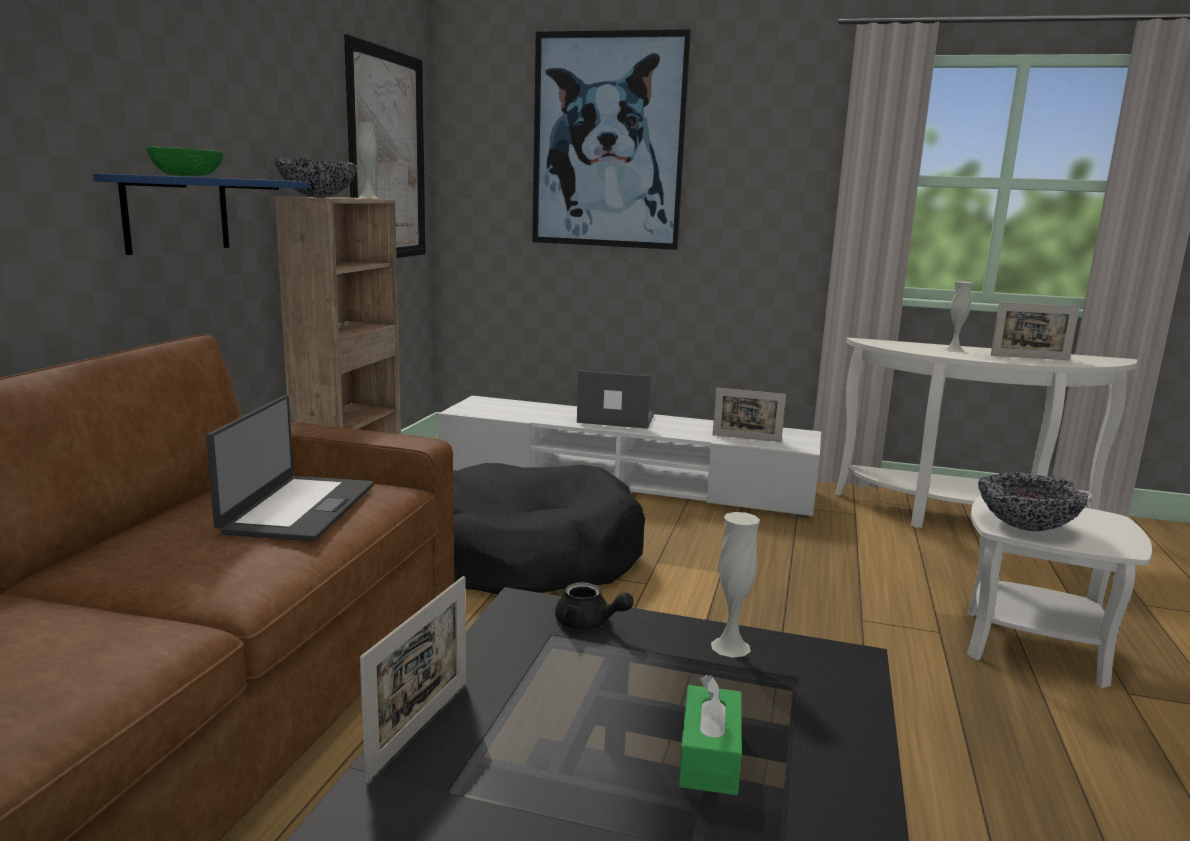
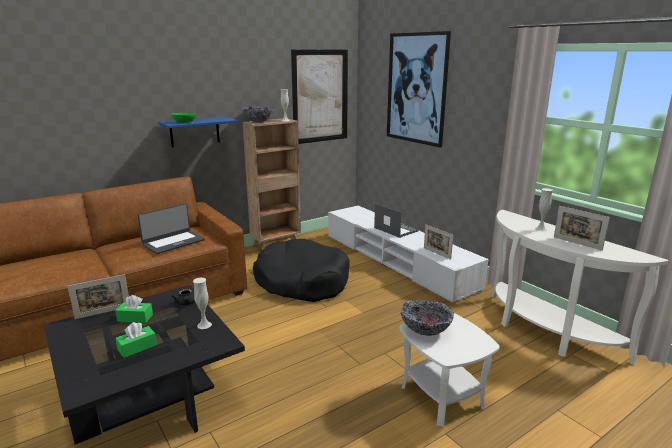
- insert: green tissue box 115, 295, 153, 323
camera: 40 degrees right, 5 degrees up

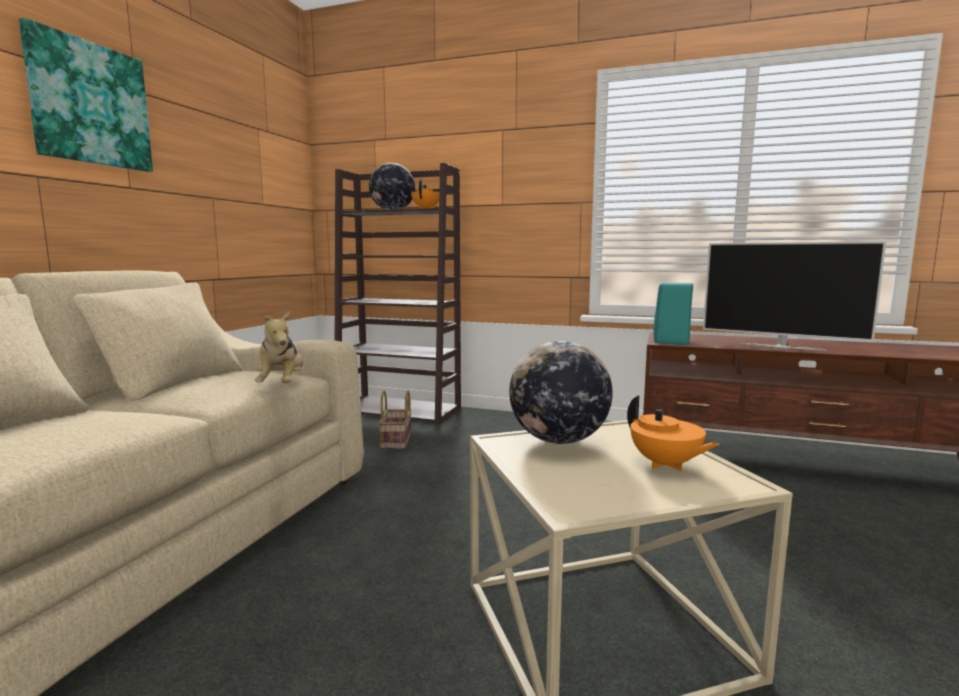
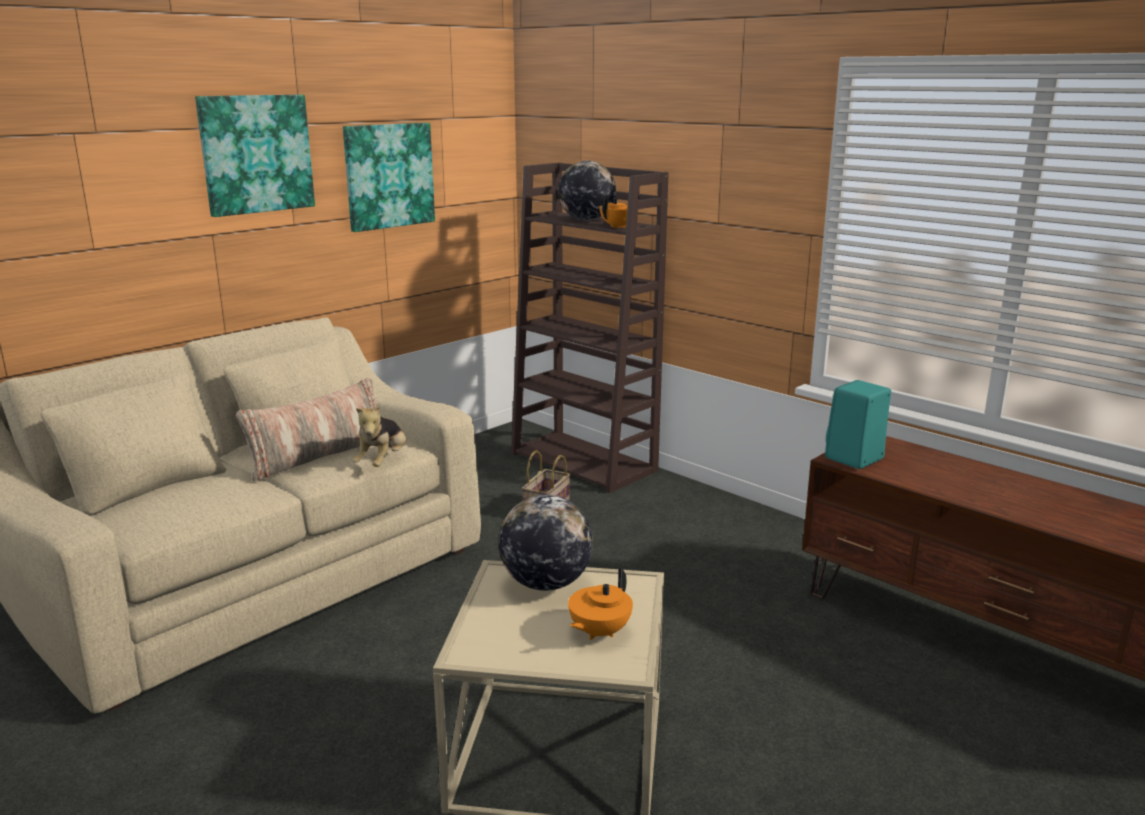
- insert: pillow 236, 378, 376, 481
- insert: picture 343, 123, 435, 232
- rotate: orange teapot 627, 396, 720, 471 = 568, 568, 633, 640 45 degrees clockwise
- delete: television 703, 241, 886, 351
camera: 25 degrees right, 10 degrees up

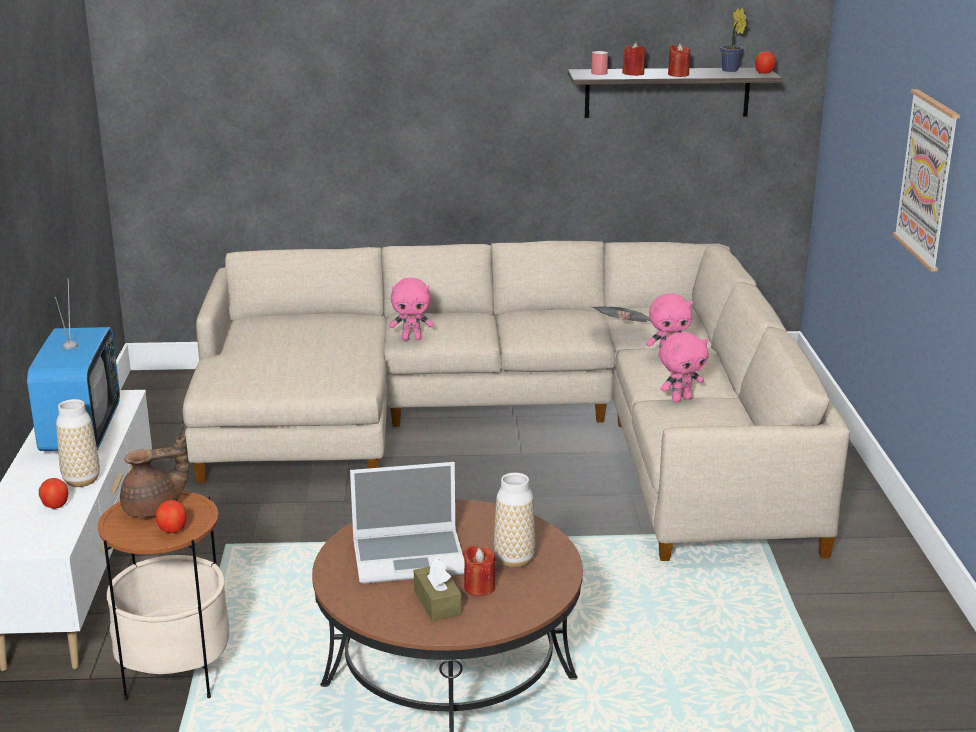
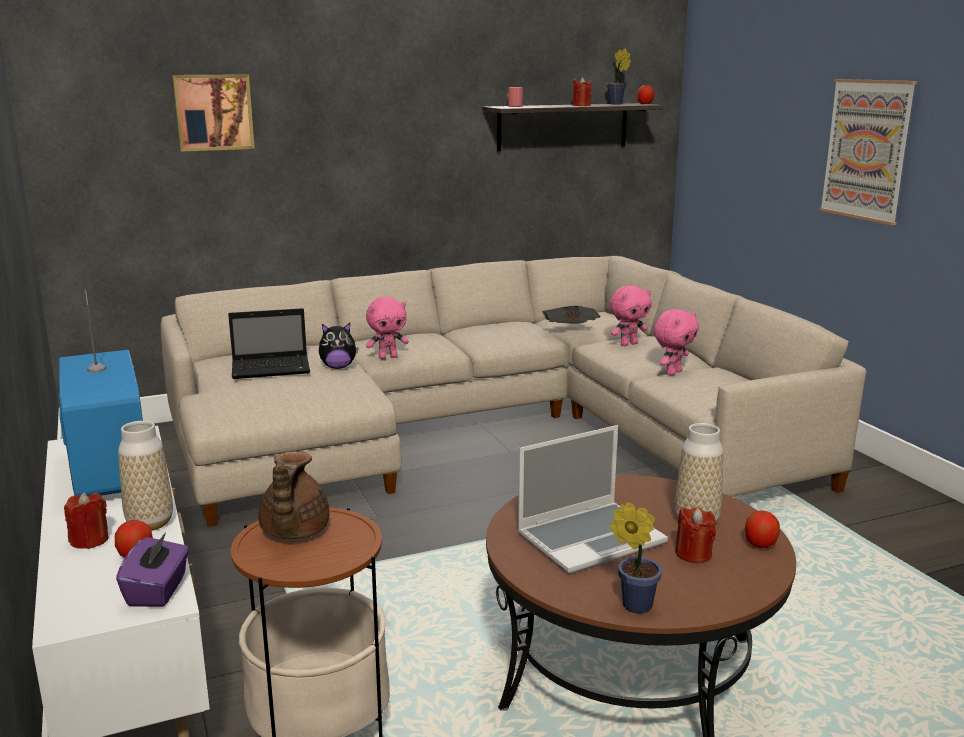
- move: red candle 622, 42, 646, 76 to 64, 492, 108, 549
- insert: purple tissue box 116, 532, 189, 607
- insert: picture 172, 74, 255, 152
- insert: laptop 228, 308, 310, 379
- rotate: brown teapot 120, 434, 189, 517 = 258, 451, 330, 539 135 degrees clockwise
- insert: plush toy 319, 323, 359, 369
- insert: potted plant 610, 502, 662, 613
- move: apple 156, 500, 187, 533 to 745, 510, 780, 548
- delete: brown tissue box 414, 558, 462, 621
camera: 20 degrees left, 5 degrees down

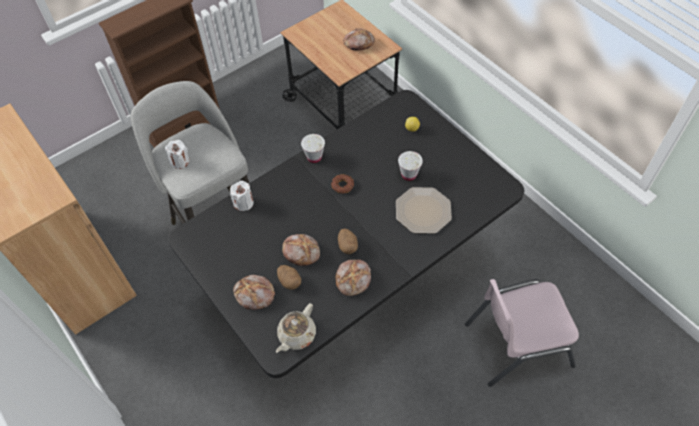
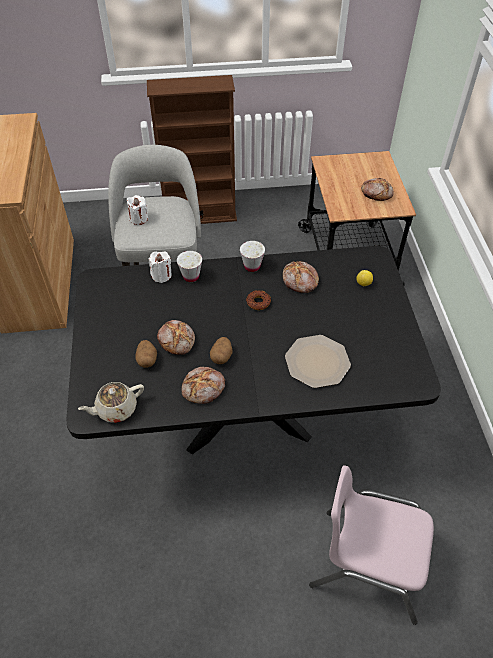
- move: white cup 398, 151, 423, 181 to 177, 251, 202, 282
- move: bread 233, 275, 275, 310 to 283, 261, 319, 293
camera: 30 degrees right, 5 degrees down

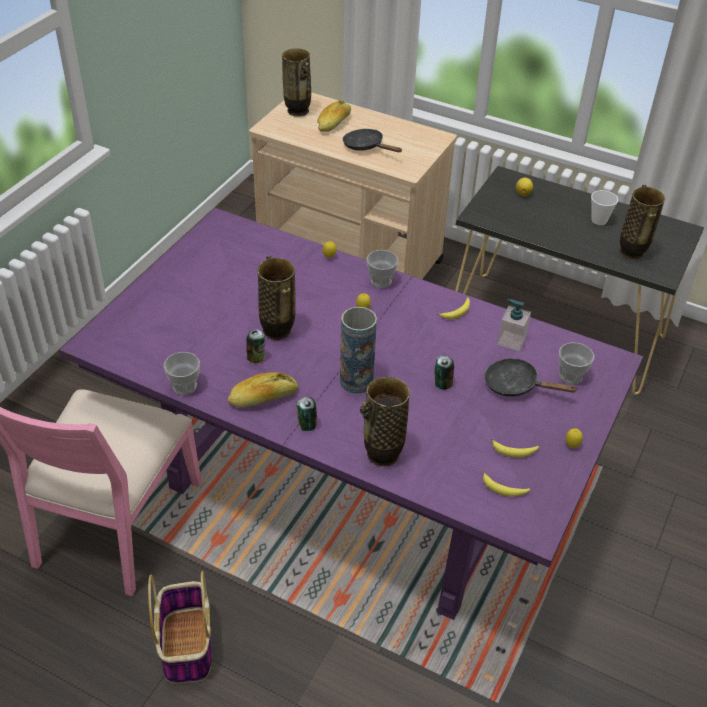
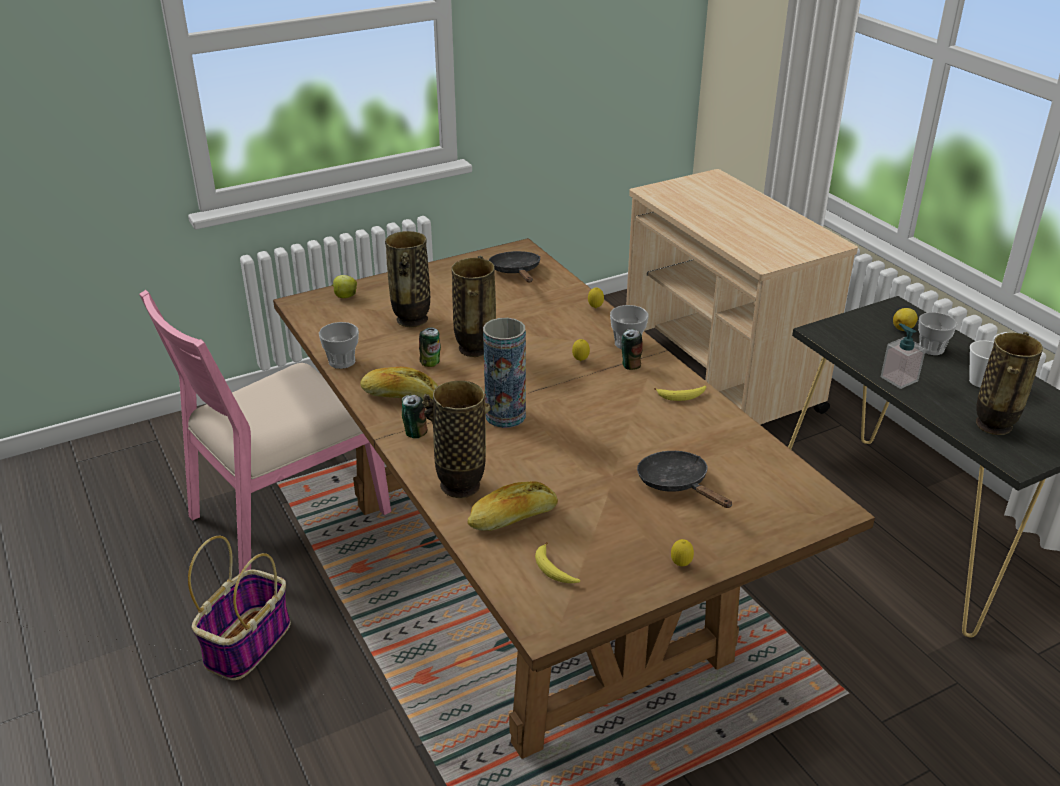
- recolor: purple dining table 59, 208, 643, 620 to brown dining table 273, 238, 875, 759
- insert: apple 331, 275, 357, 298
- move: vase 282, 48, 311, 117 to 385, 231, 430, 327
- move: bread 317, 100, 351, 132 to 468, 481, 558, 531
- move: black frying pan 343, 129, 402, 152 to 489, 251, 540, 282
- move: can 434, 356, 454, 390 to 621, 329, 643, 370
- move: soap dispenser 497, 299, 531, 351 to 881, 323, 926, 389
- move: cup 559, 342, 594, 385 to 918, 312, 957, 355
- delete: banana 491, 438, 539, 458
camera: 35 degrees right, 10 degrees down

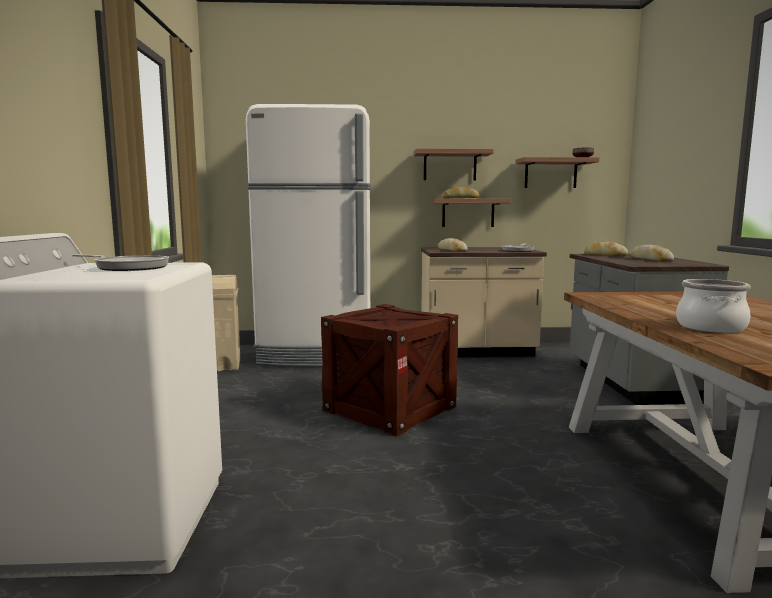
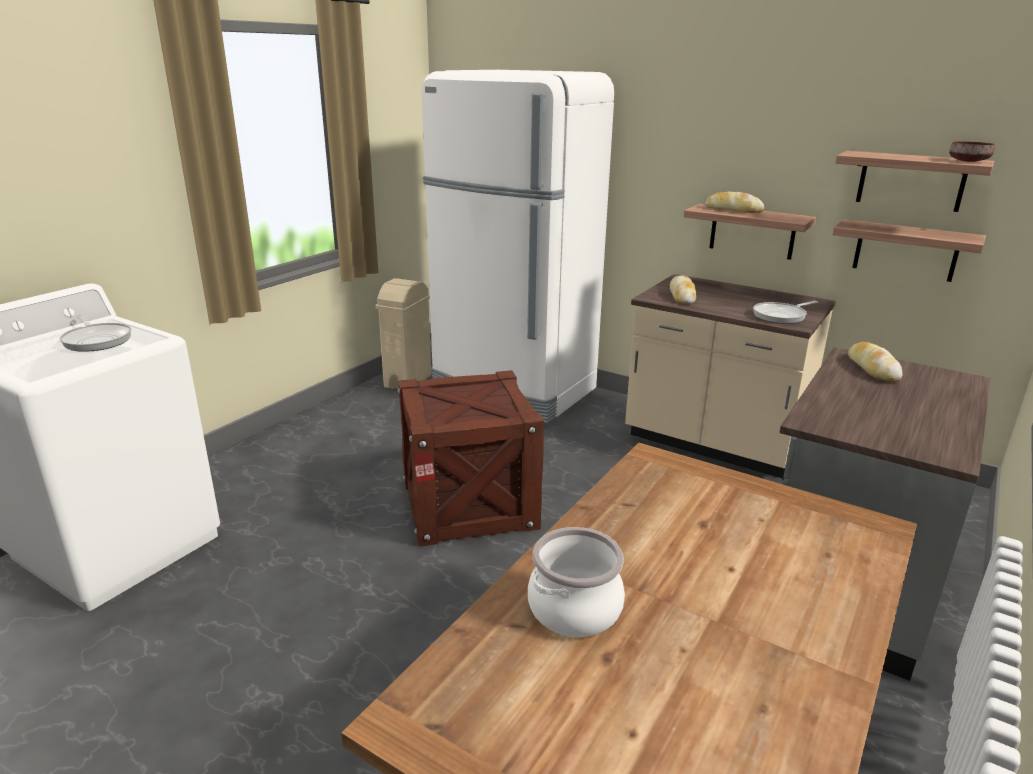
- move: shelf 414, 148, 494, 180 to 832, 219, 986, 282
- delete: bread 630, 245, 674, 262
camera: 35 degrees right, 15 degrees up

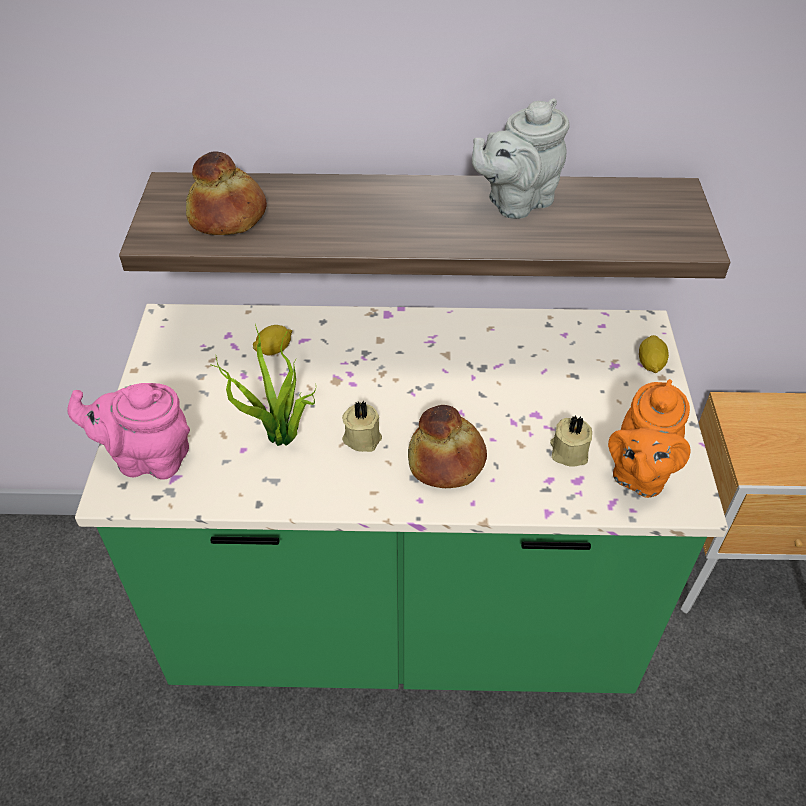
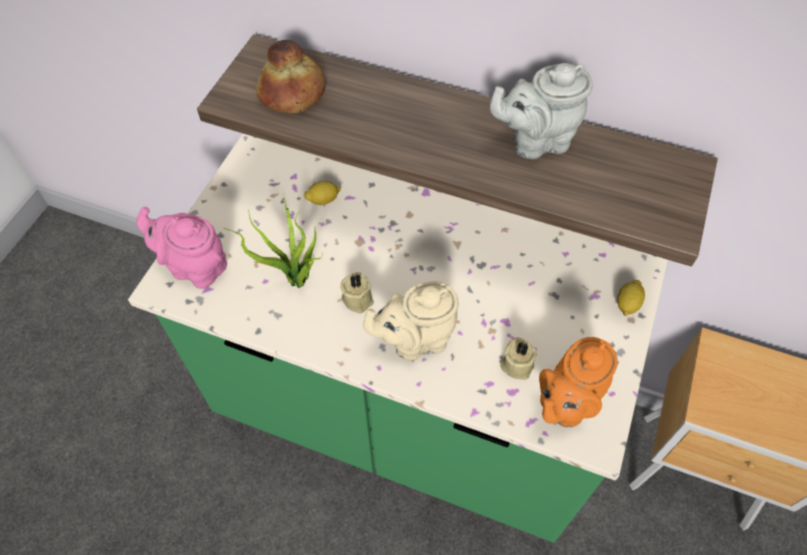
- replace: bread 408, 405, 487, 488 to beige teapot 363, 281, 458, 361
camera: 20 degrees right, 10 degrees up

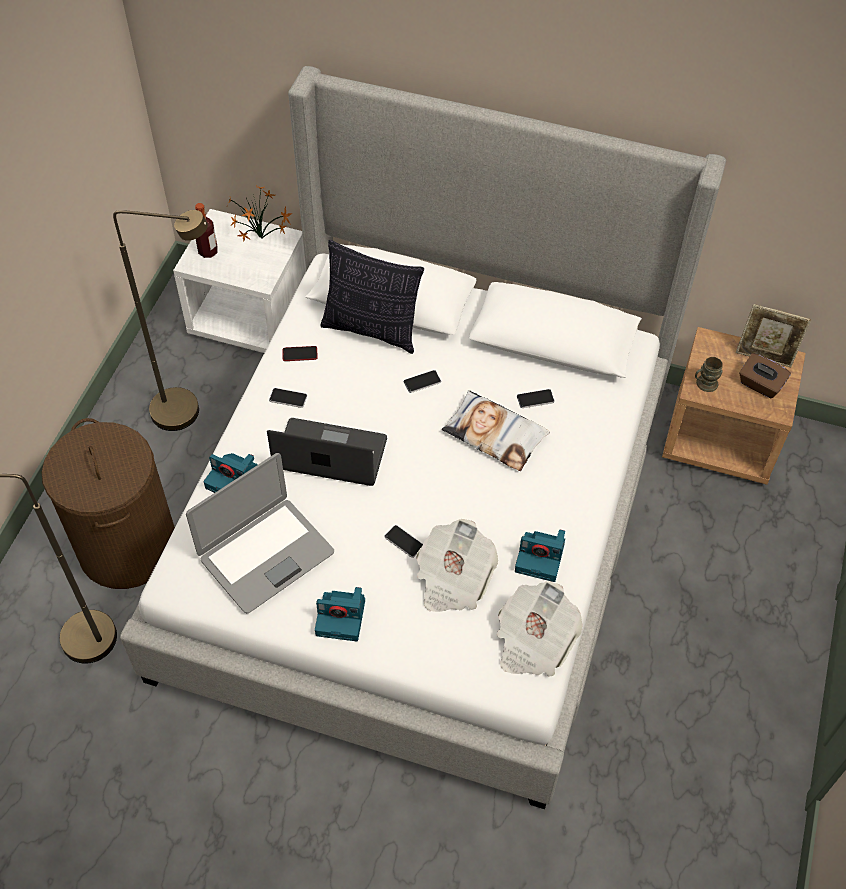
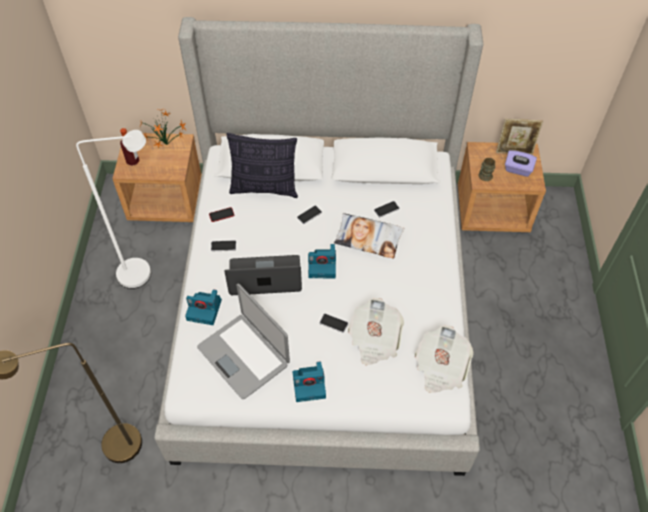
- recolor: brown floor lamp 113, 210, 208, 431 to white floor lamp 76, 130, 151, 289
- recolor: white nightstand 173, 209, 306, 353 to brown nightstand 112, 133, 202, 222
- rotate: laptop 186, 453, 334, 613 = 197, 284, 290, 399 105 degrees clockwise
- move: photo camera 515, 530, 565, 582 to 308, 244, 336, 278
- recolor: brown tissue box 739, 353, 791, 398 to purple tissue box 505, 150, 537, 177
- delete: brown laundry basket 42, 418, 175, 589
camera: 15 degrees left, 0 degrees up

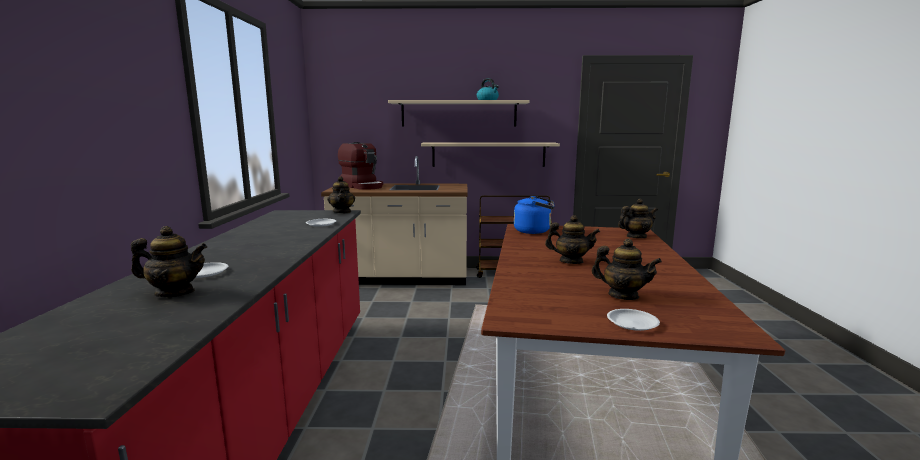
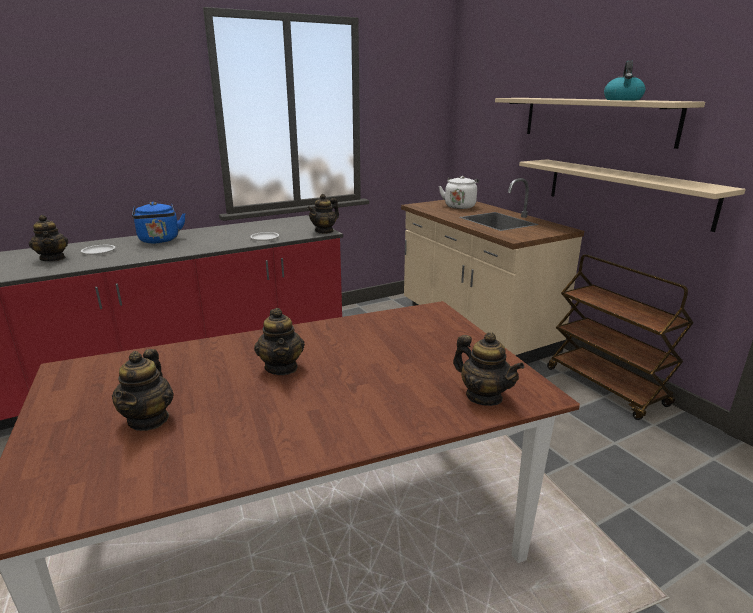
- move: blue kettle 514, 196, 554, 234 to 132, 202, 186, 243
- replace: coffee machine 338, 142, 383, 190 to white kettle 439, 176, 479, 209
- delete: white plate 607, 309, 660, 331
camera: 60 degrees right, 10 degrees up

